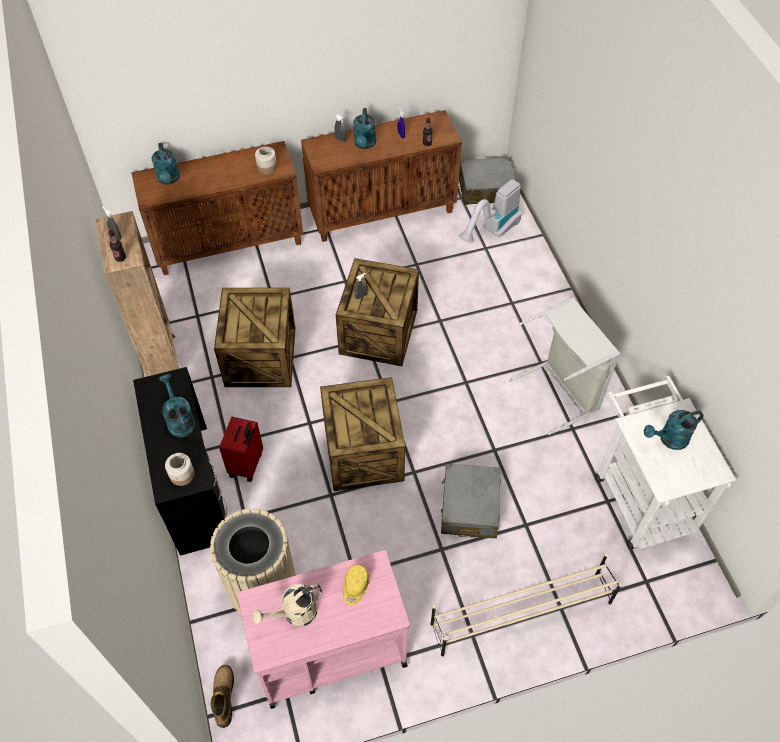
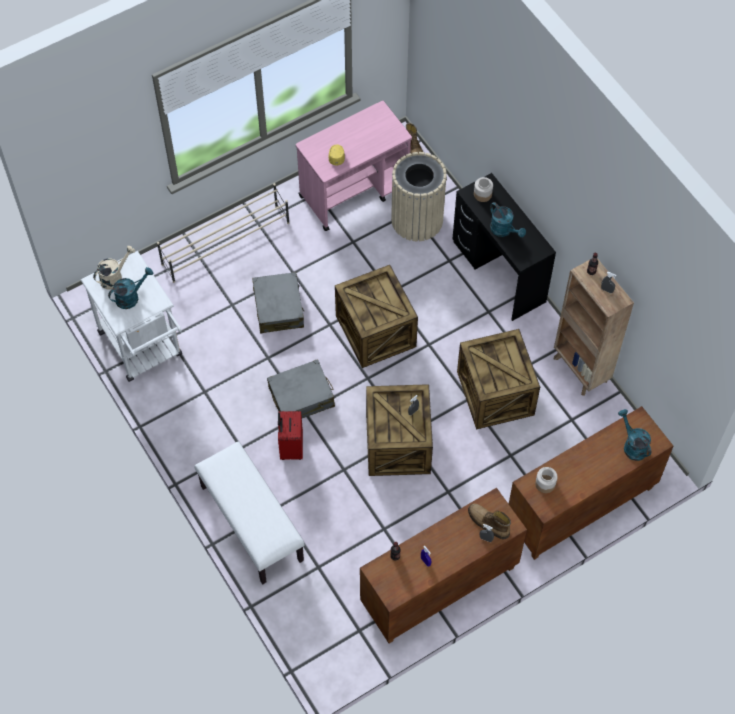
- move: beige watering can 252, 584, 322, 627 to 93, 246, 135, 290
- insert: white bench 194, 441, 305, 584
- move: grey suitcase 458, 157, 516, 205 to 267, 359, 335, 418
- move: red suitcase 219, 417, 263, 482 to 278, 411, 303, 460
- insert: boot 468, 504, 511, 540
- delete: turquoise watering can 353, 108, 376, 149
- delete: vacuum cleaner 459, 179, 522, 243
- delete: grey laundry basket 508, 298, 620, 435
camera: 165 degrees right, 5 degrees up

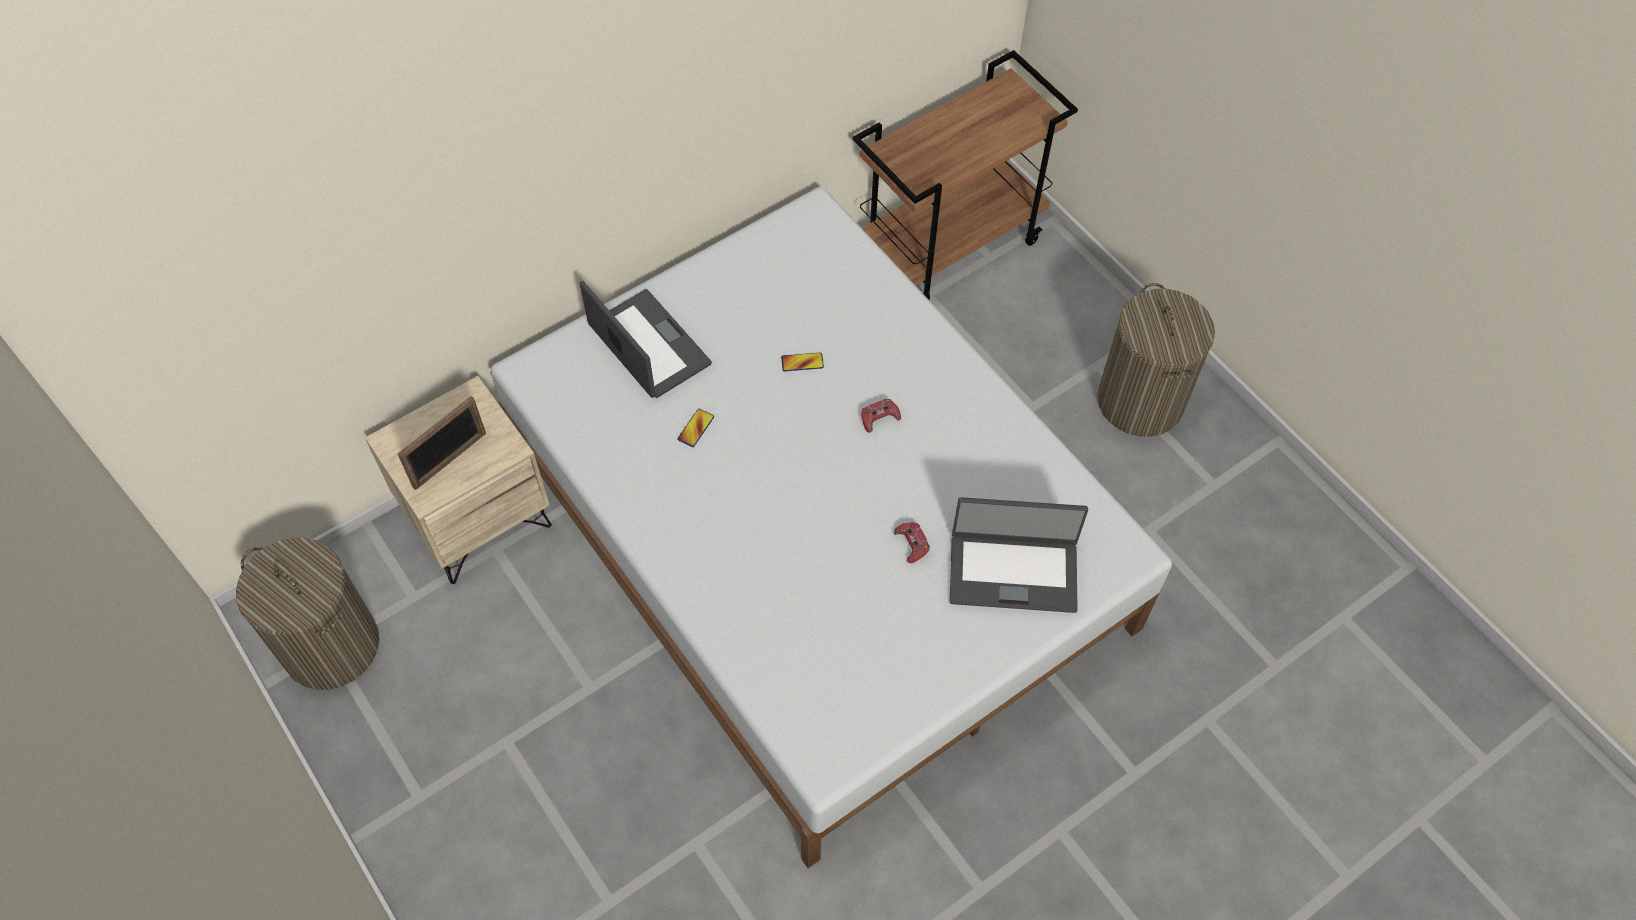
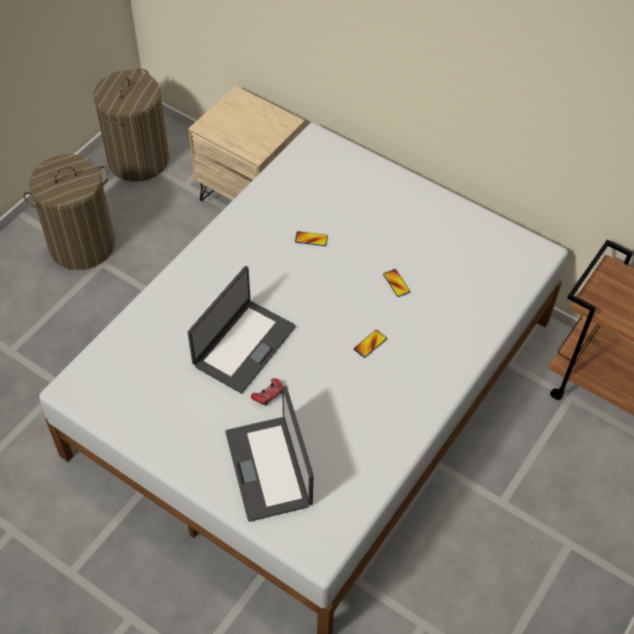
- move: laundry basket 1097, 283, 1215, 437 to 23, 154, 115, 270
- move: laptop 579, 280, 712, 398 to 188, 266, 296, 394
- replace: red game controller 861, 399, 901, 432 to phone 354, 330, 387, 358
- delete: picture frame 398, 396, 486, 490
camera: 70 degrees right, 5 degrees down

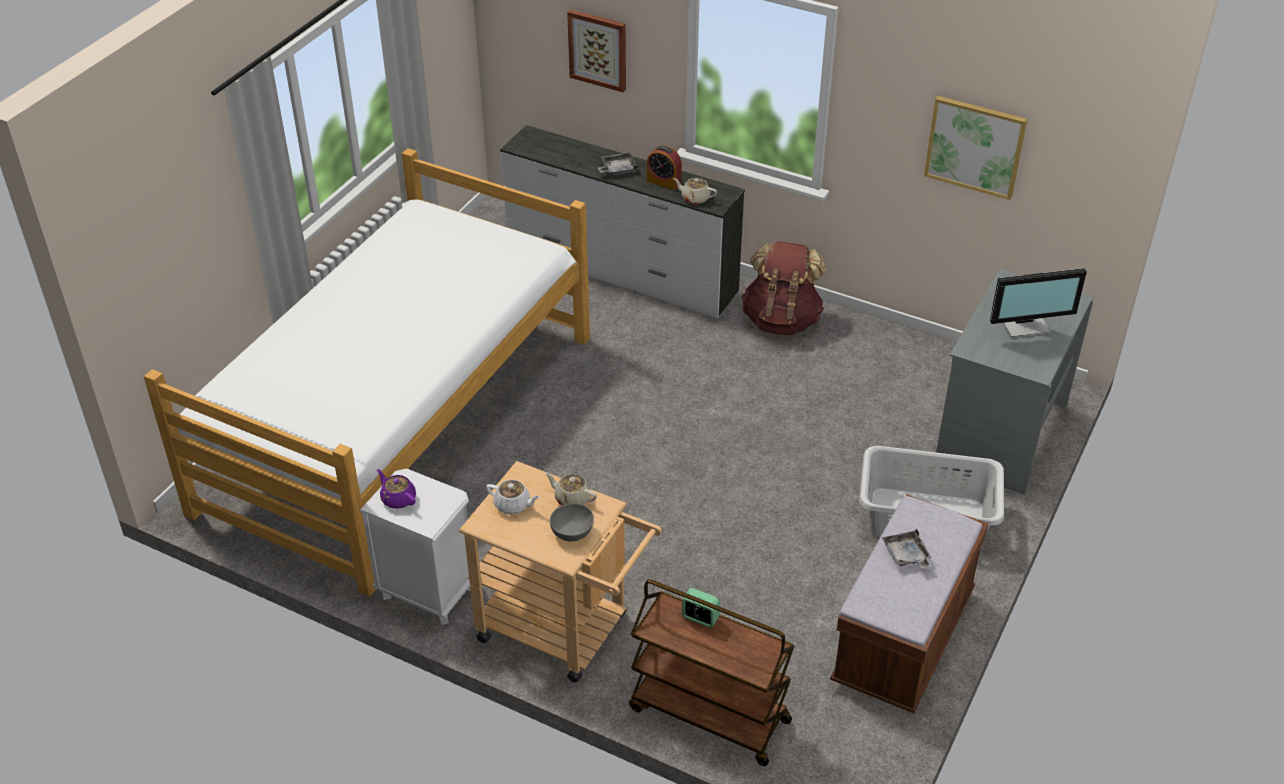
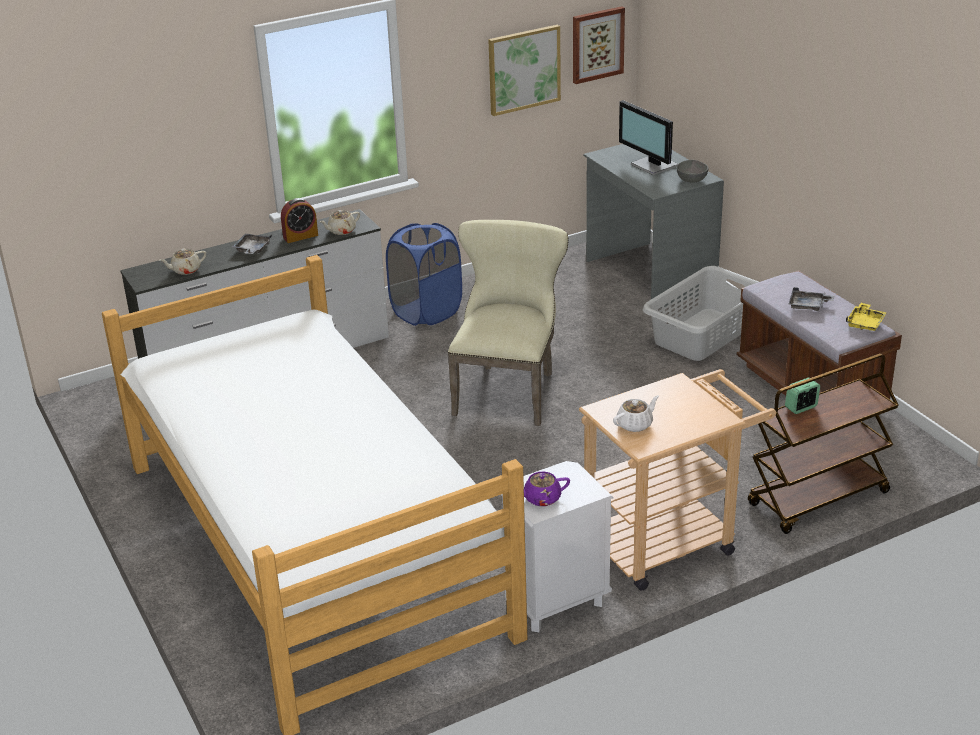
- move: beige teapot 545, 473, 597, 505 to 160, 249, 206, 275
- replace: brown backpack 742, 241, 826, 336 to blue laundry basket 386, 223, 462, 326
- insert: beige chair 448, 220, 568, 426
- move: picture 567, 9, 626, 92 to 573, 6, 625, 84
- rotate: monitor 990, 268, 1087, 339 = 619, 100, 678, 175 120 degrees clockwise
- move: grey bowl 550, 503, 594, 542 to 677, 160, 709, 183
- insert: yellow tray 846, 303, 887, 331
camera: 55 degrees left, 10 degrees down

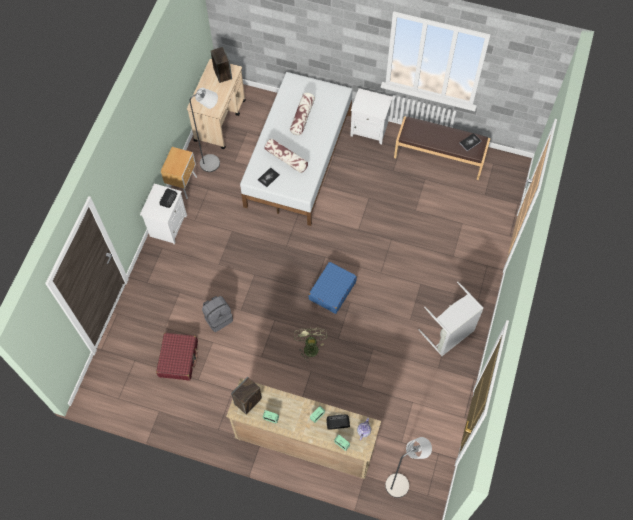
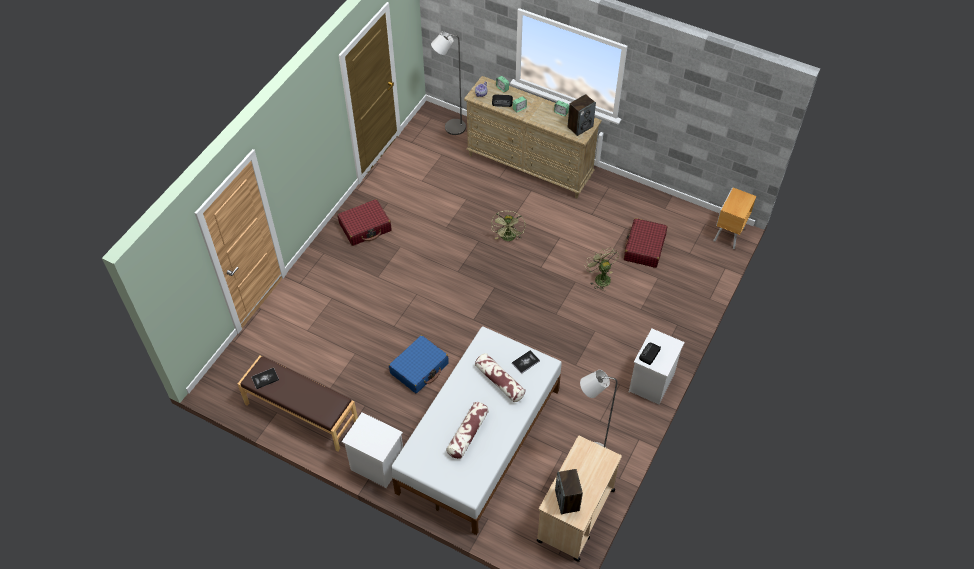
- replace: grey laundry basket 418, 281, 484, 356 to red suitcase 337, 199, 392, 246
- move: blue suitcase 309, 262, 357, 314 to 389, 335, 449, 393
- replace: grey backpack 202, 296, 233, 332 to green fan 585, 247, 619, 291
- move: brown nightstand 161, 147, 197, 199 to 713, 187, 756, 249
camera: 170 degrees left, 10 degrees down

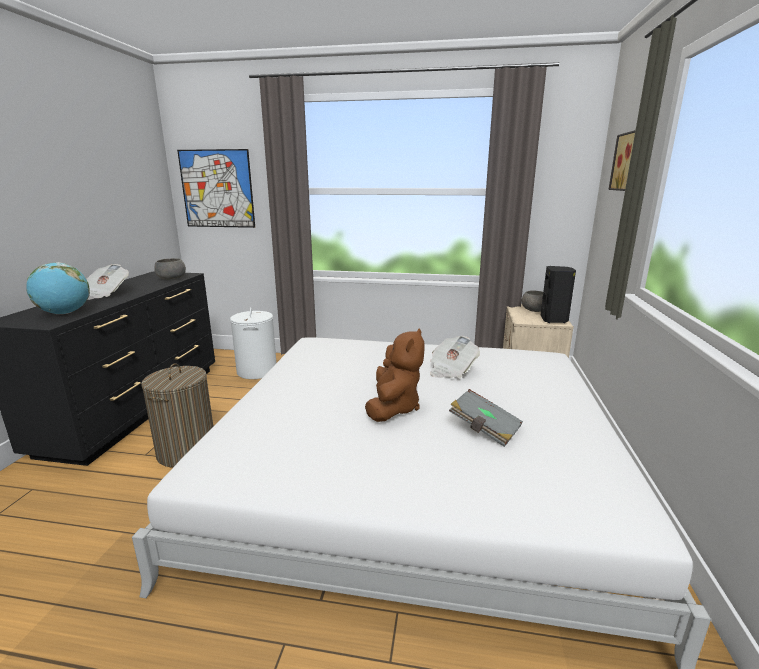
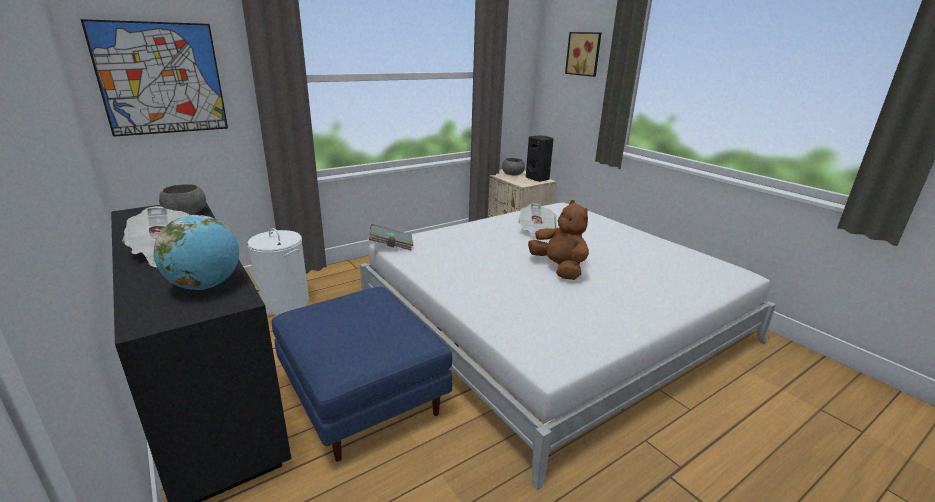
- replace: laundry basket 141, 363, 213, 468 to blue ottoman 272, 287, 453, 462
- move: grey book 449, 389, 523, 447 to 369, 224, 413, 251
camera: 45 degrees left, 5 degrees up

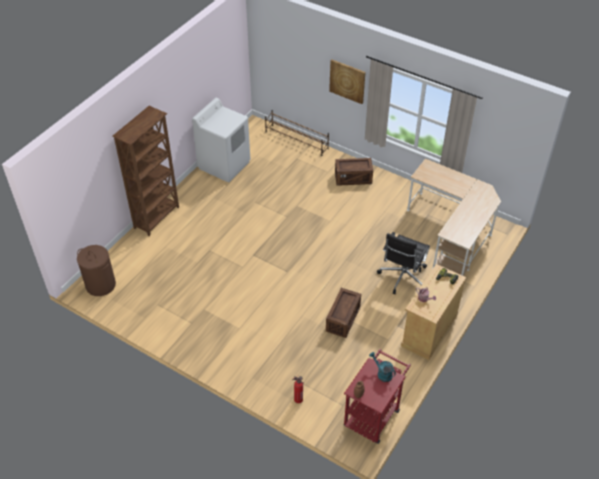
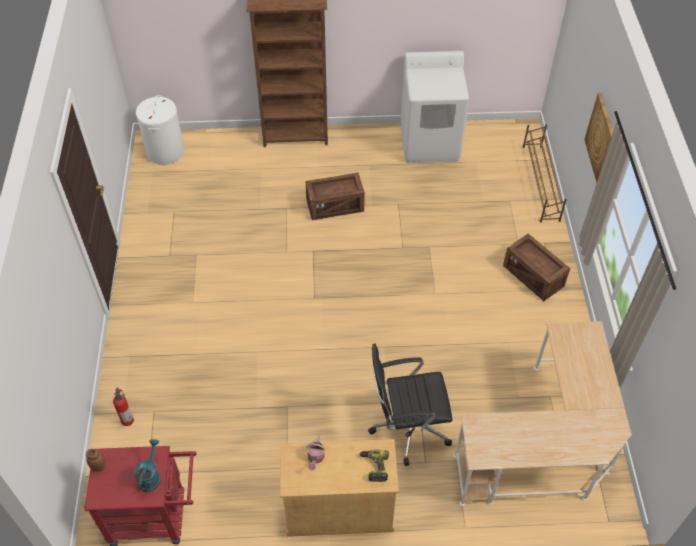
- recolor: brown laundry basket 77, 245, 116, 296 to white laundry basket 136, 95, 184, 165
- move: crate 326, 288, 361, 338 to 306, 173, 365, 220
camera: 55 degrees right, 5 degrees up

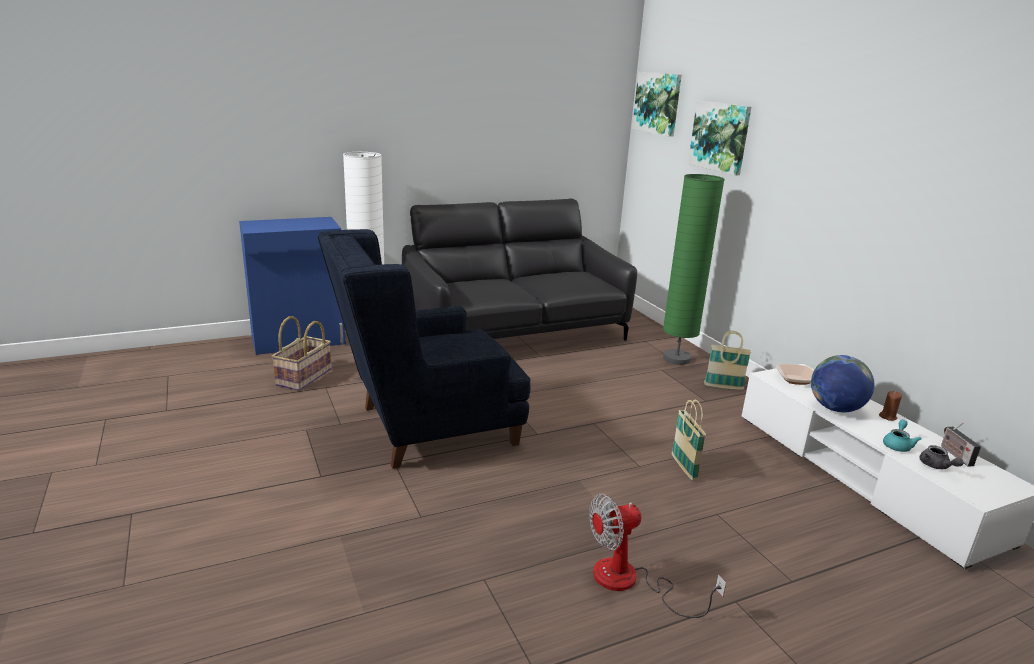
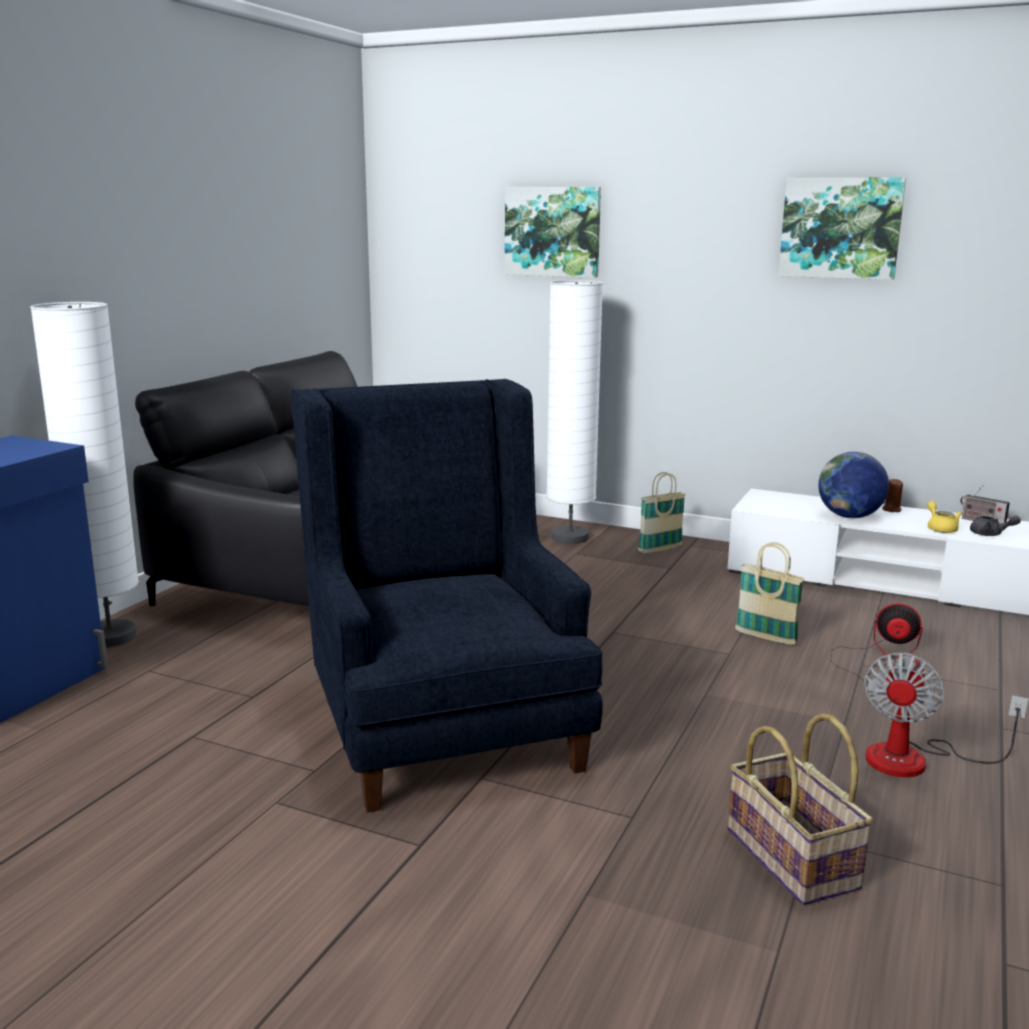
- rotate: blue armchair 318, 229, 530, 469 = 291, 379, 603, 812 135 degrees clockwise
- recolor: green floor lamp 663, 174, 725, 365 to white floor lamp 546, 280, 603, 544
- move: basket 272, 316, 332, 391 to 728, 713, 873, 905
- move: picture 632, 72, 682, 137 to 779, 177, 906, 280
- insert: fan 830, 603, 923, 681
- recolor: turquoise teapot 883, 419, 922, 452 to yellow teapot 927, 501, 962, 533
- delete: bowl 776, 364, 814, 385
camera: 40 degrees left, 5 degrees down

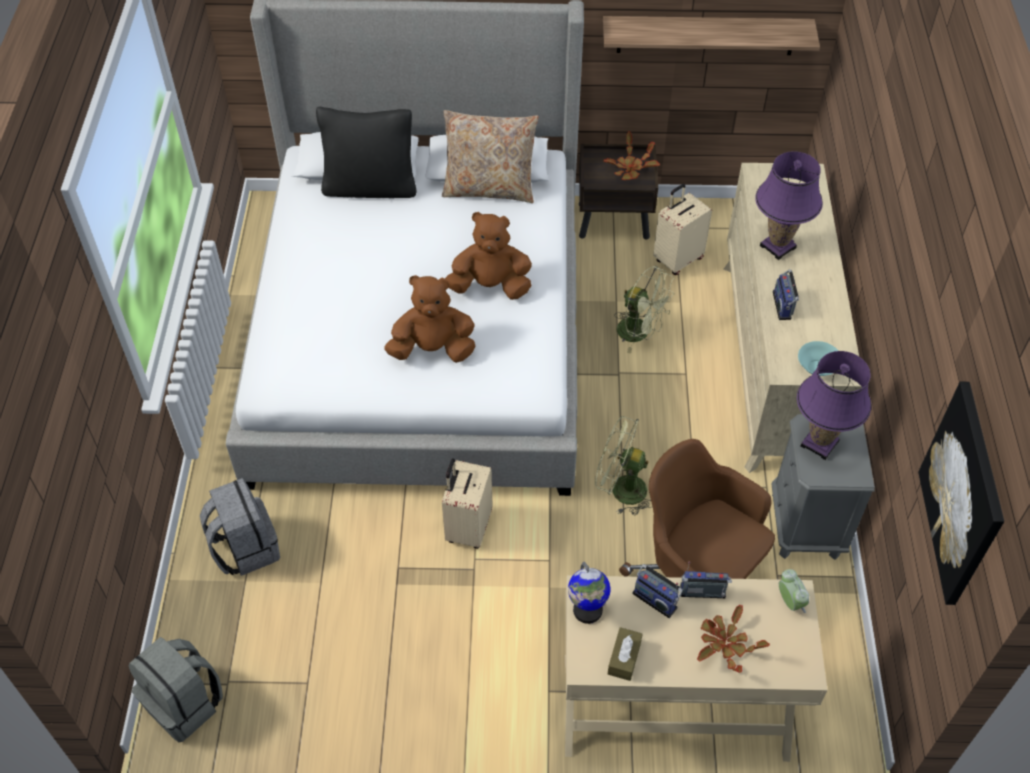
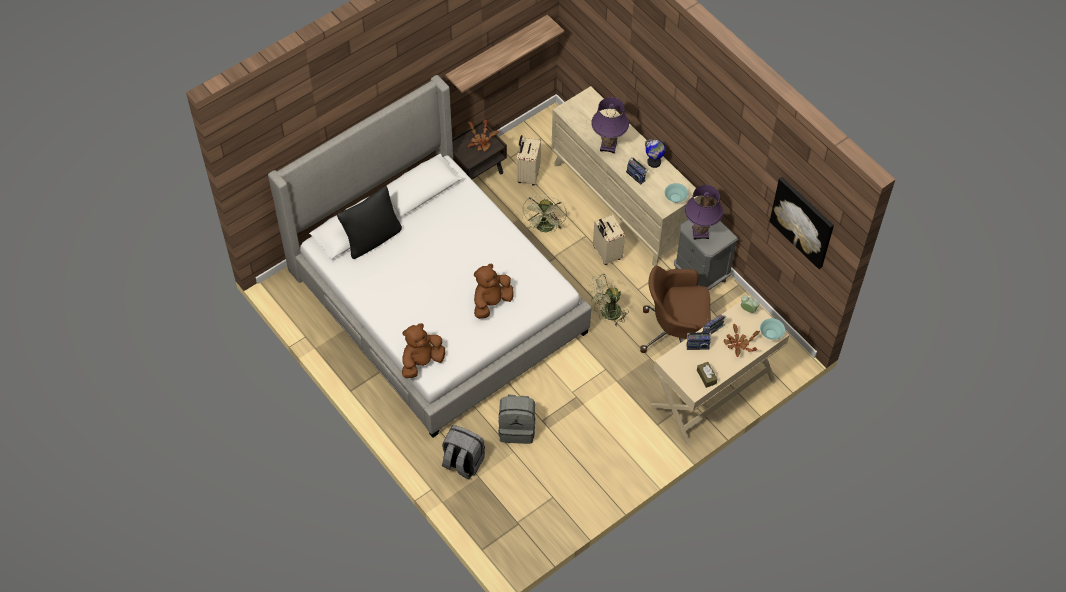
- move: brown plush toy 445, 212, 532, 300 to 402, 323, 445, 378
- move: grey backpack 129, 637, 223, 742 to 498, 394, 535, 444
- rotate: green fan 614, 266, 675, 353 = 522, 195, 567, 232 105 degrees clockwise
- move: beige suitcase 442, 459, 493, 549 to 593, 214, 625, 265
- move: globe 568, 562, 610, 624 to 645, 139, 665, 168
- insert: turquoise bowl 760, 318, 785, 340
- delete: beige pillow 442, 110, 539, 203
camera: 40 degrees left, 5 degrees up

